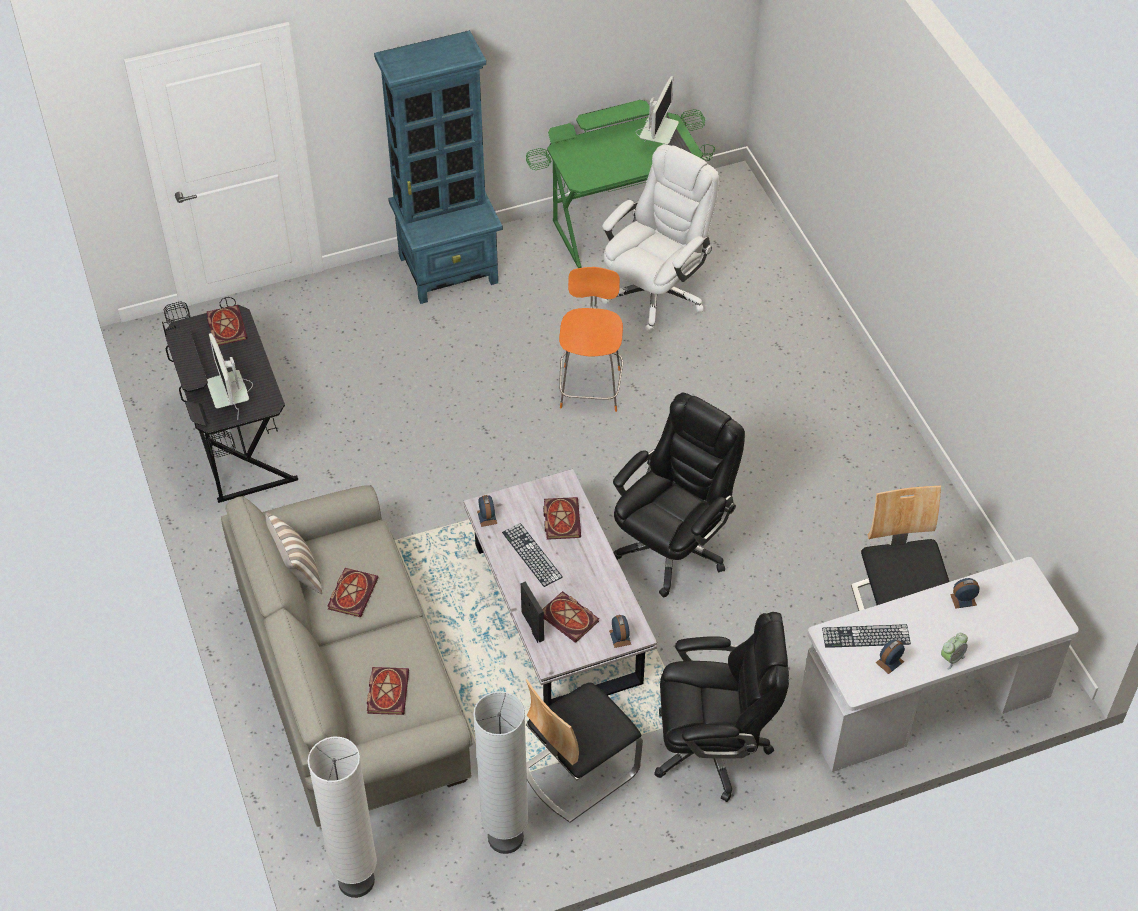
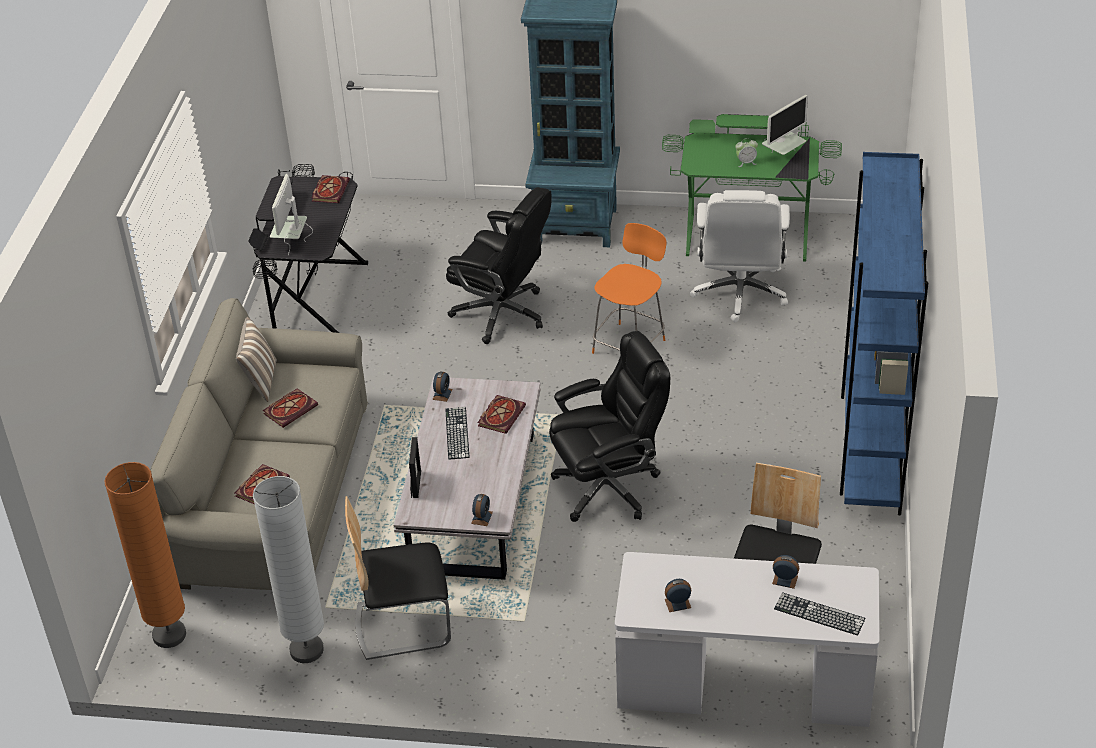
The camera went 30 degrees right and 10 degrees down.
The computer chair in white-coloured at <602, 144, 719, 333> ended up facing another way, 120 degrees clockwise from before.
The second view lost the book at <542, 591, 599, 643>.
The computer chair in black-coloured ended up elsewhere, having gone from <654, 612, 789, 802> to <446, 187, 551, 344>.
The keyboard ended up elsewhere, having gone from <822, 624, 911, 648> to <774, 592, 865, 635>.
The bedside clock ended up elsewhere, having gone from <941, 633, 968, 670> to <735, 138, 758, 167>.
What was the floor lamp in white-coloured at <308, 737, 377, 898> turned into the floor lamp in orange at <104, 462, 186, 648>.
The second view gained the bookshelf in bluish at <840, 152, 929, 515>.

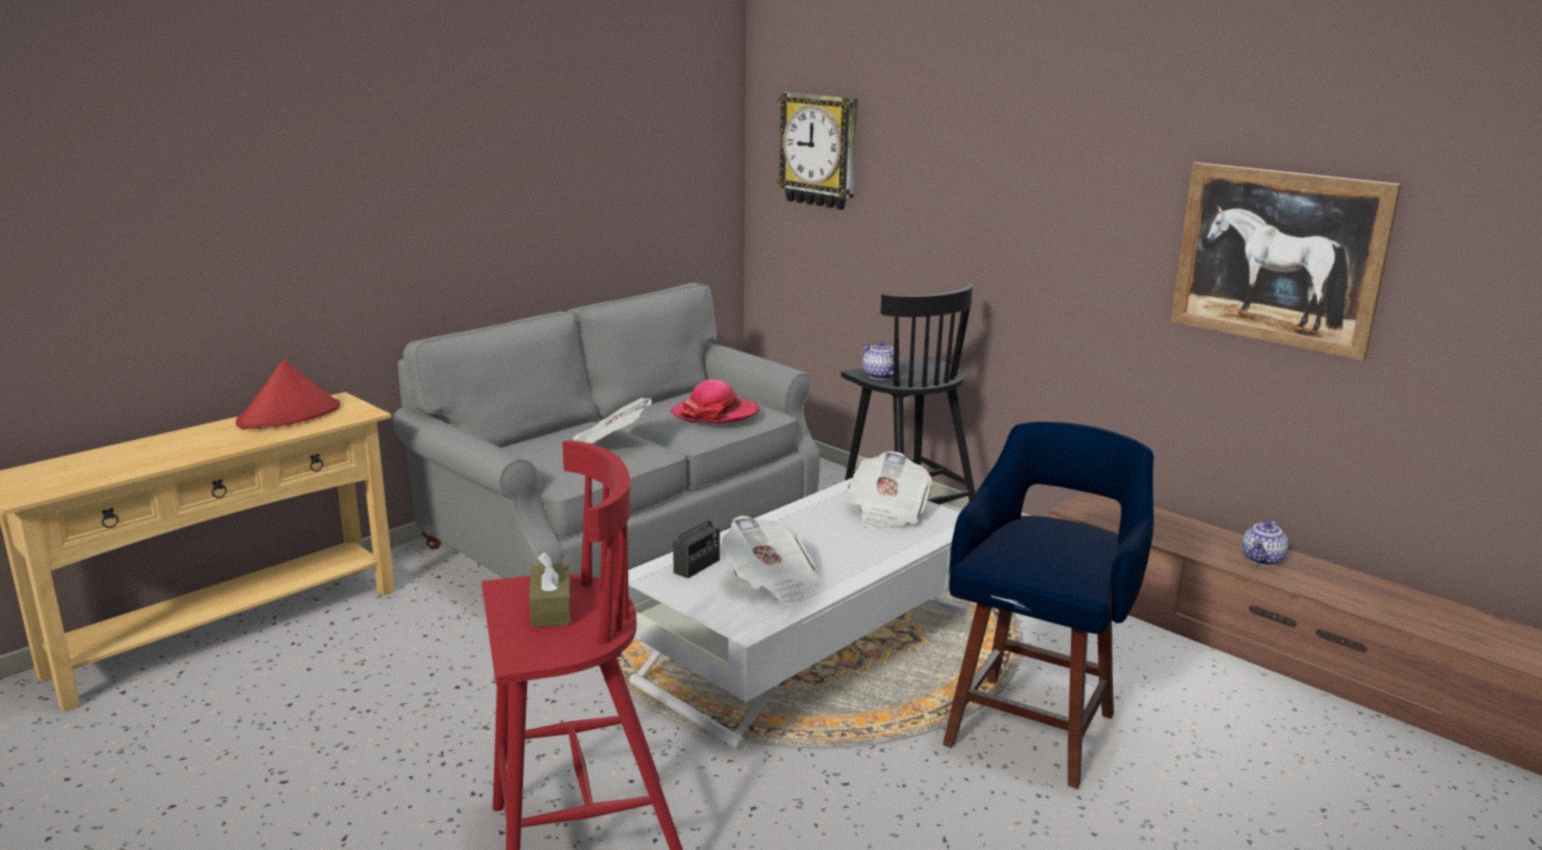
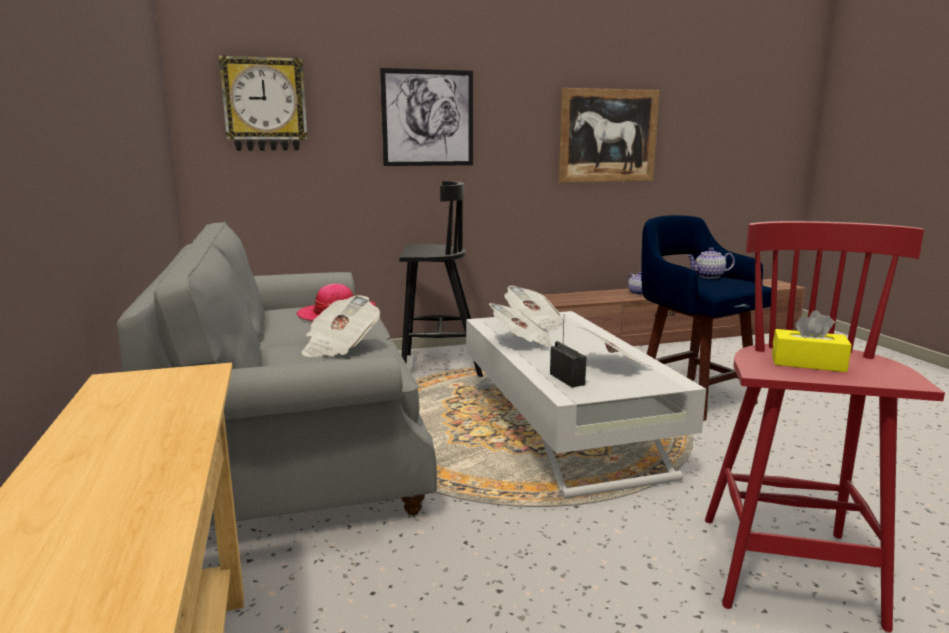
The camera went 60 degrees left and 5 degrees down.
The pot for tea ended up elsewhere, having gone from <863, 341, 901, 380> to <686, 248, 735, 278>.
The second view lost the hat in red-coloured at <236, 359, 340, 429>.
What was the tissue holder in brownish at <529, 552, 571, 628> turned into the tissue holder in yellowish at <772, 310, 852, 372>.
The second view gained the wall art at <380, 68, 473, 166>.
The second view gained the printed paper at <489, 303, 553, 348>.

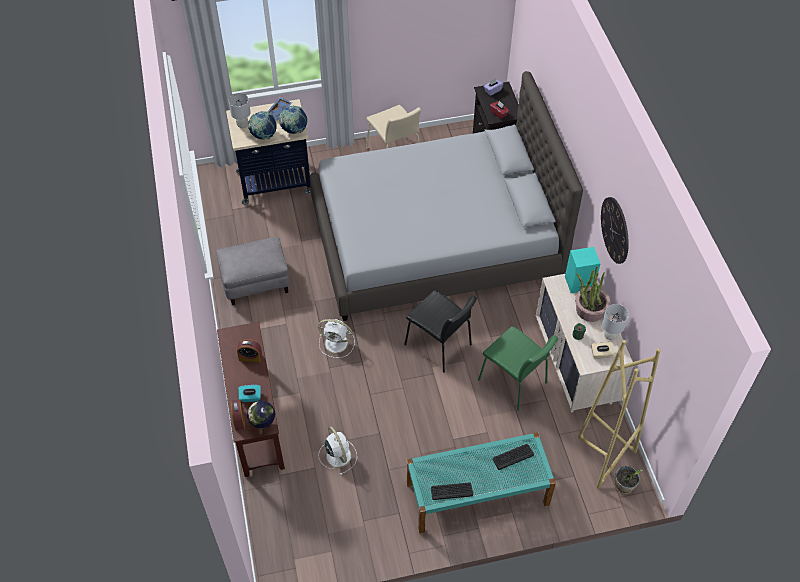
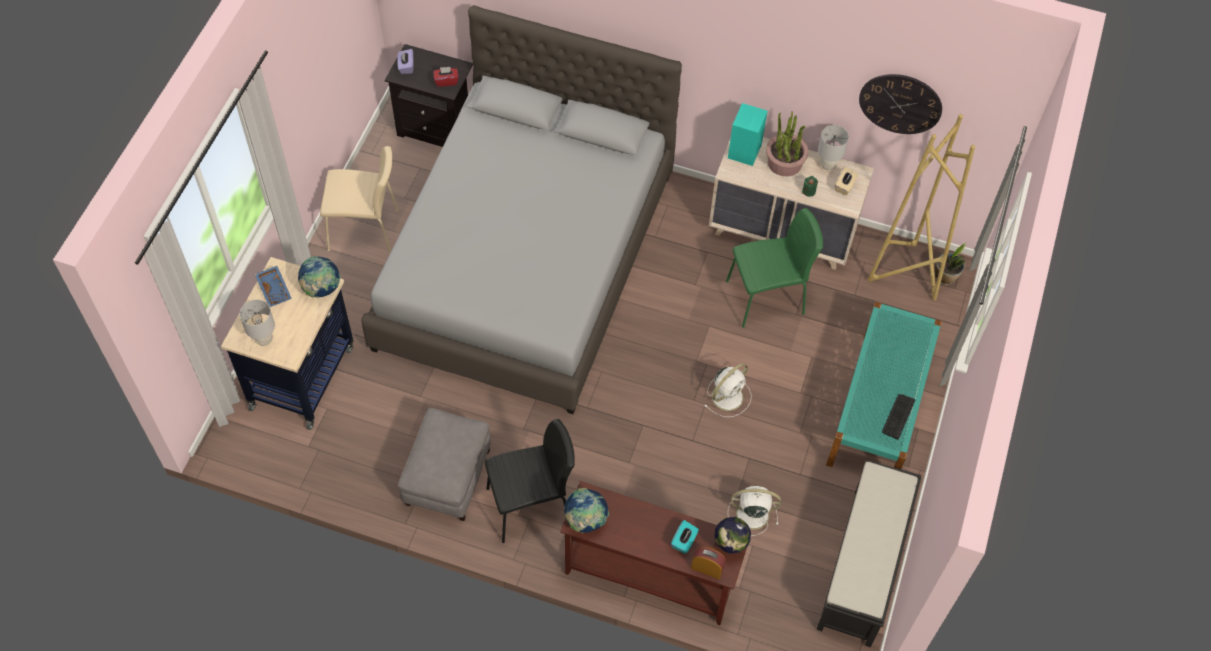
The camera went 60 degrees left and 5 degrees up.
The world globe ended up elsewhere, having gone from <248, 111, 276, 140> to <564, 488, 609, 533>.
The wall clock ended up elsewhere, having gone from <601, 197, 629, 264> to <859, 74, 942, 134>.
The upright chair in black-coloured ended up elsewhere, having gone from <404, 290, 477, 373> to <485, 419, 575, 543>.
The cooling fan in white-coloured ended up elsewhere, having gone from <318, 319, 355, 358> to <704, 363, 752, 417>.
The second view lost the bedside clock at <237, 339, 262, 362>.
The second view lost the keyboard at <493, 444, 534, 470>.
The second view gained the long seat in black-coloured at <817, 460, 921, 647>.

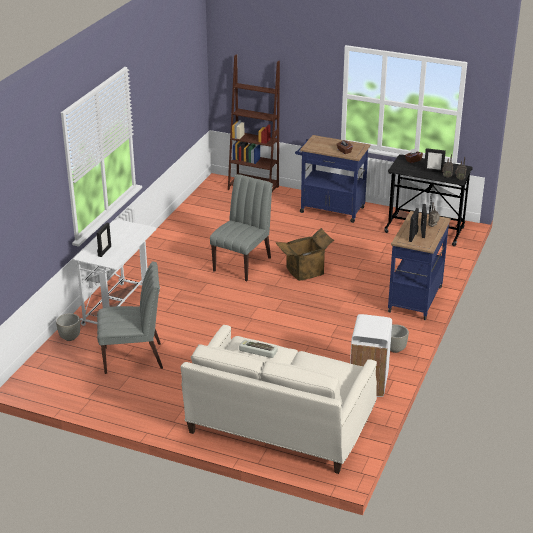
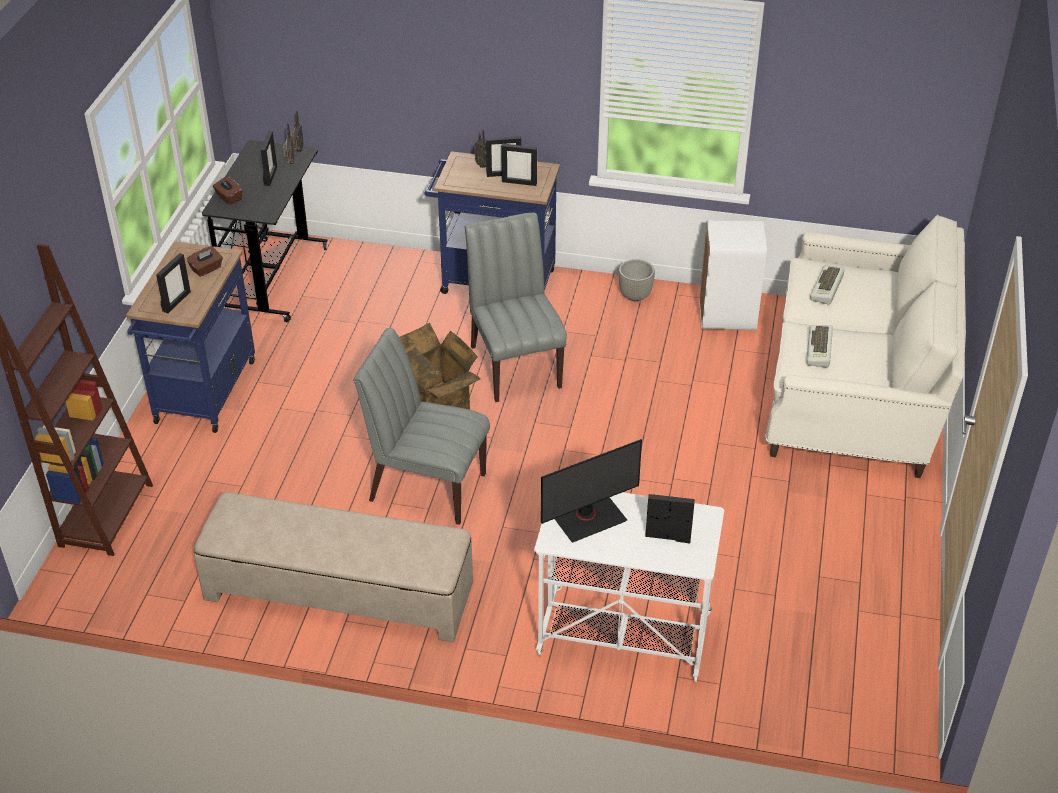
The camera went 100 degrees left and 10 degrees up.
The upright chair in greyish ended up elsewhere, having gone from <97, 261, 163, 374> to <464, 212, 567, 402>.
The second view lost the planter in greyish at <56, 313, 80, 341>.
The second view gained the picture frame at <156, 253, 191, 313>.
The second view gained the keyboard at <810, 265, 845, 305>.
The second view gained the monitor at <541, 439, 642, 542>.
The second view gained the long seat in sand-coloured at <194, 492, 473, 642>.

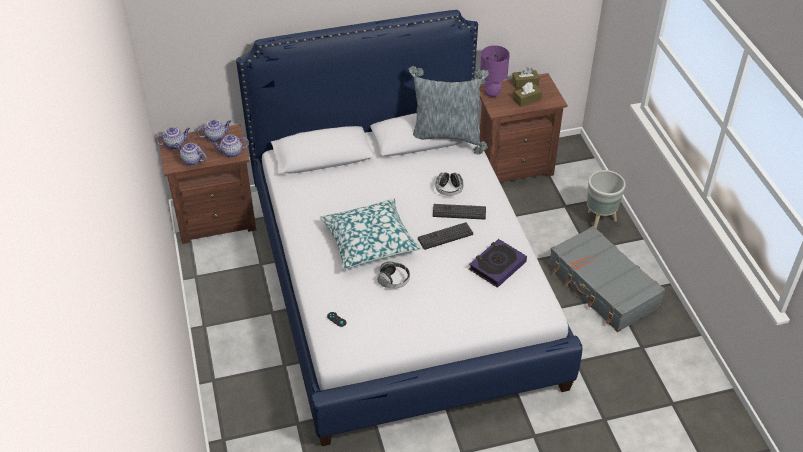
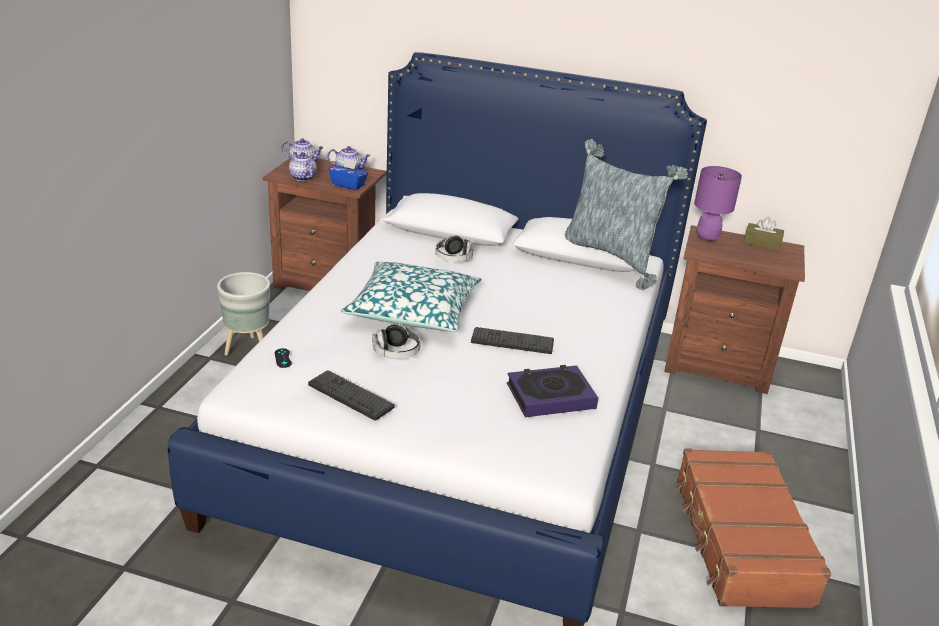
The camera went 30 degrees right and 15 degrees down.
The second view lost the tissue holder in brownish at <513, 82, 542, 107>.
Where the pot for tea stood at <212, 135, 249, 158>, the tissue holder in bluish came to stand at <329, 157, 368, 190>.
The planter in greyish ended up elsewhere, having gone from <587, 170, 626, 229> to <217, 272, 270, 355>.
The pair of headphones ended up elsewhere, having gone from <435, 172, 463, 196> to <435, 235, 474, 262>.
The keyboard ended up elsewhere, having gone from <433, 204, 486, 220> to <308, 370, 394, 421>.
What was the suitcase in greyish at <548, 226, 665, 332> turned into the suitcase in brownish at <674, 448, 831, 608>.

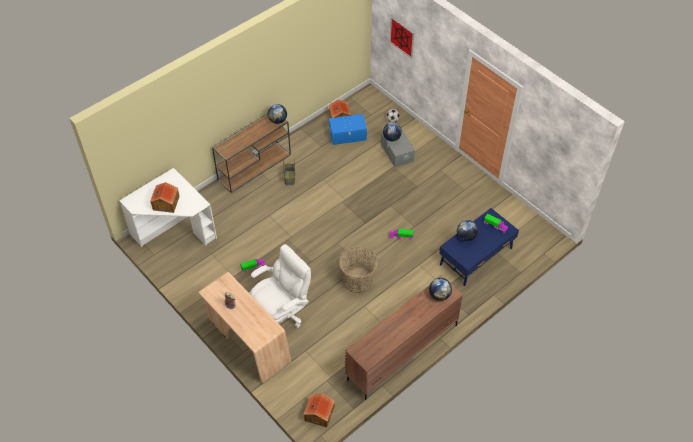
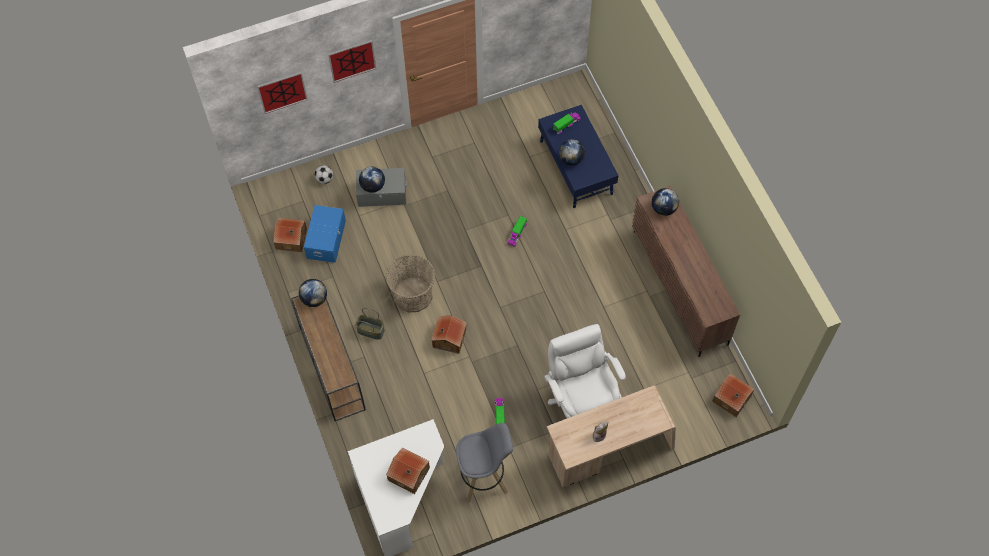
The camera went 70 degrees left and 10 degrees up.
The household basket ended up elsewhere, having gone from <339, 246, 378, 293> to <386, 254, 435, 312>.
The second view gained the wall art at <328, 40, 376, 83>.
The second view gained the toy house at <431, 315, 467, 354>.
The second view gained the stool seat in greyish at <456, 423, 513, 503>.

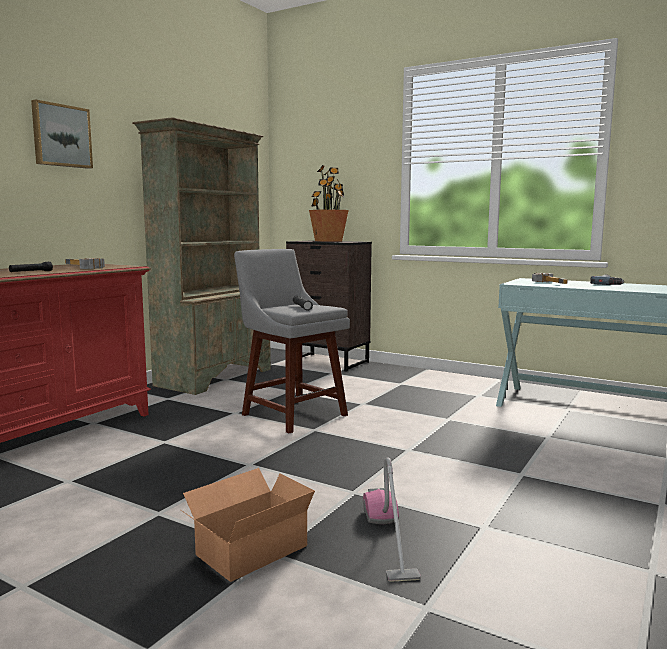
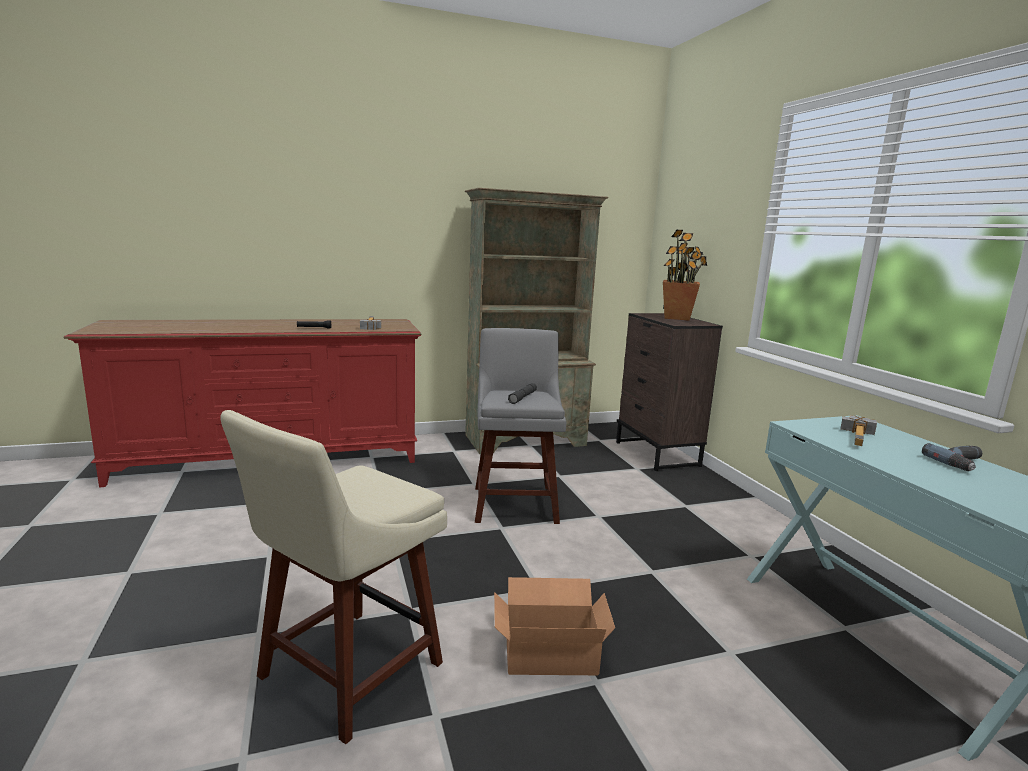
The camera went 40 degrees right and 5 degrees up.
The second view lost the wall art at <31, 100, 93, 169>.
Where the hoover stood at <363, 457, 421, 582>, the stool seat in sand-coloured came to stand at <220, 410, 447, 744>.
The carton ended up elsewhere, having gone from <181, 468, 315, 582> to <494, 577, 615, 675>.

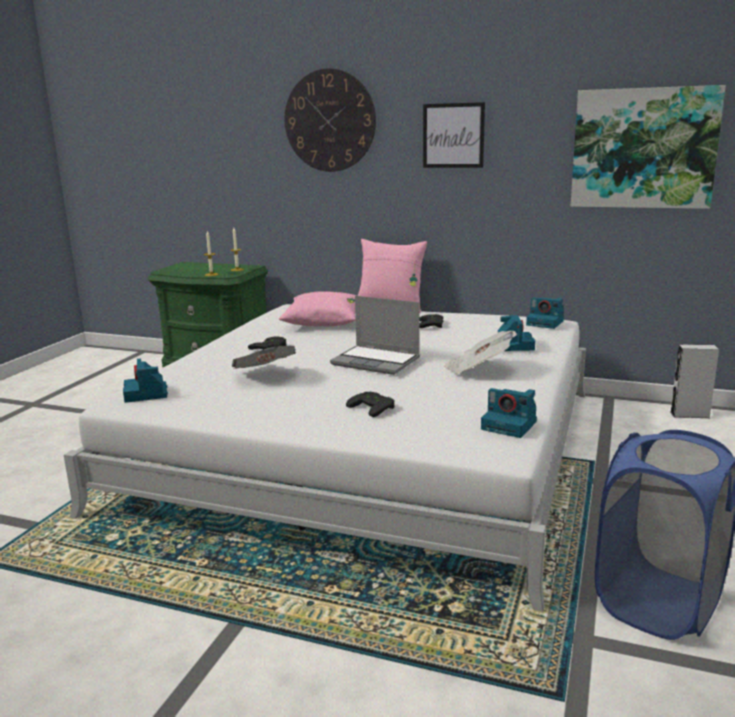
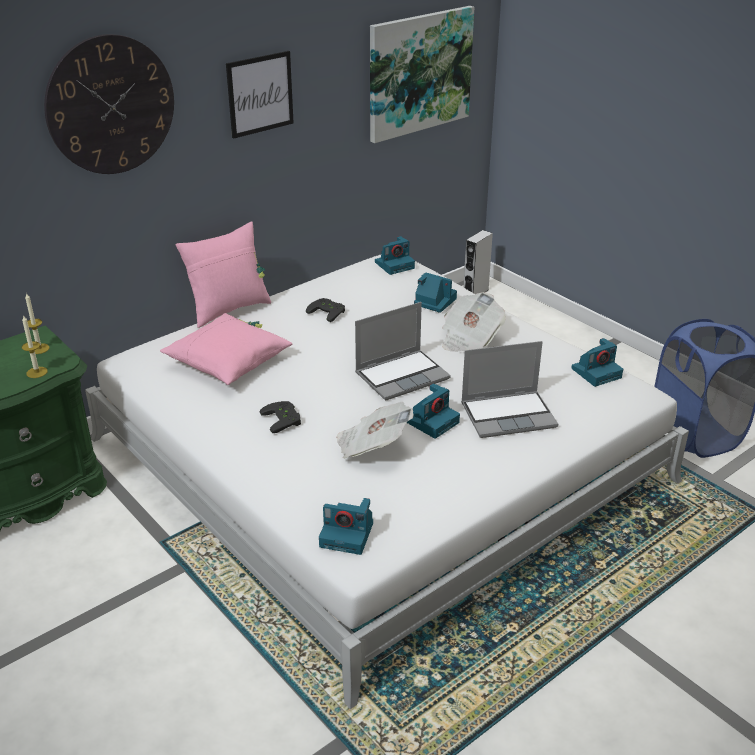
The camera went 60 degrees left and 15 degrees up.
Where the gamepad in black-coloured stood at <346, 392, 395, 417>, the notebook computer came to stand at <461, 341, 558, 438>.
The second view gained the still camera at <407, 384, 460, 439>.

